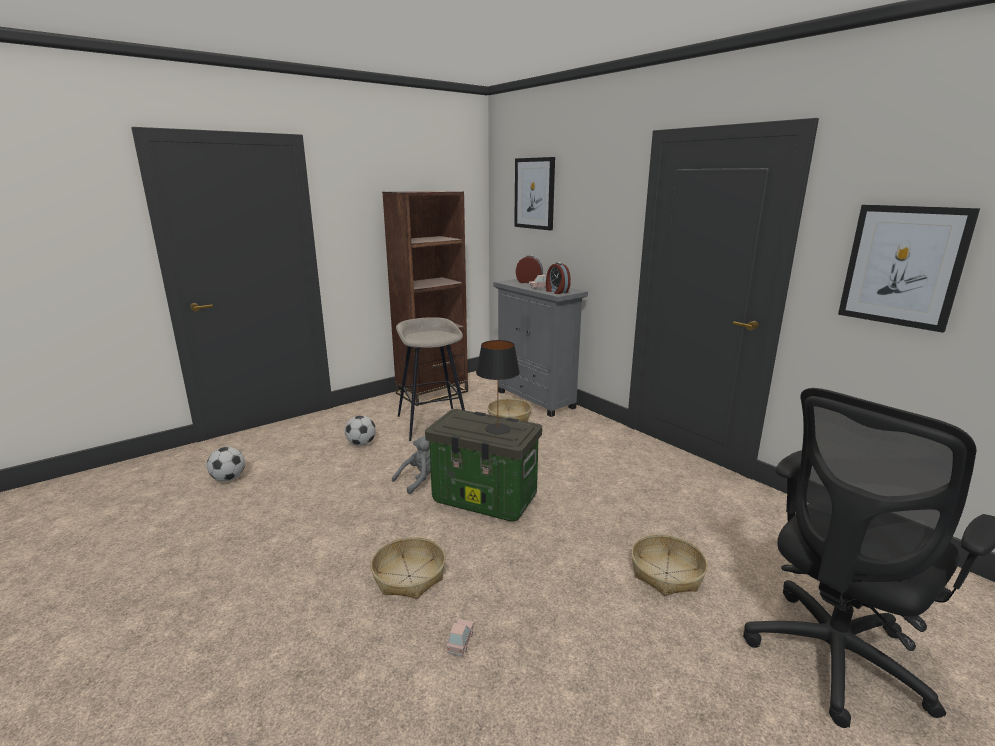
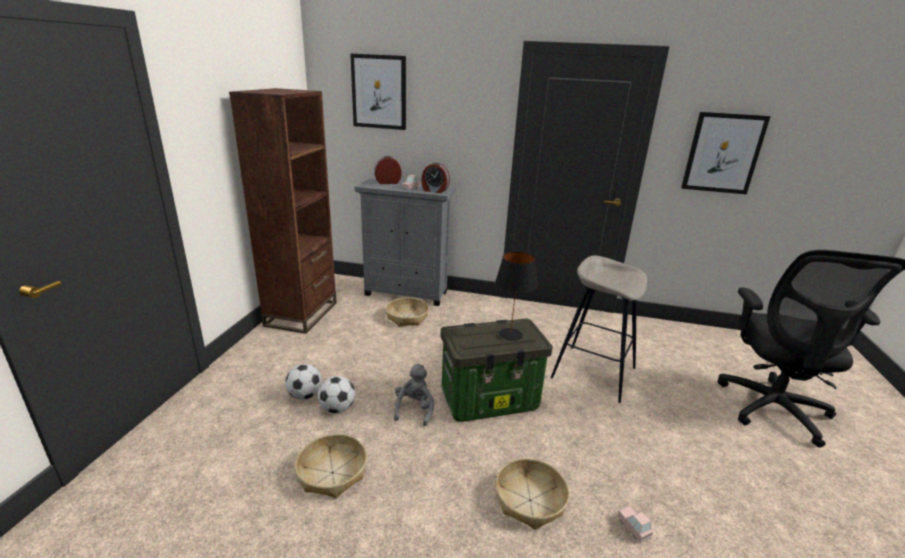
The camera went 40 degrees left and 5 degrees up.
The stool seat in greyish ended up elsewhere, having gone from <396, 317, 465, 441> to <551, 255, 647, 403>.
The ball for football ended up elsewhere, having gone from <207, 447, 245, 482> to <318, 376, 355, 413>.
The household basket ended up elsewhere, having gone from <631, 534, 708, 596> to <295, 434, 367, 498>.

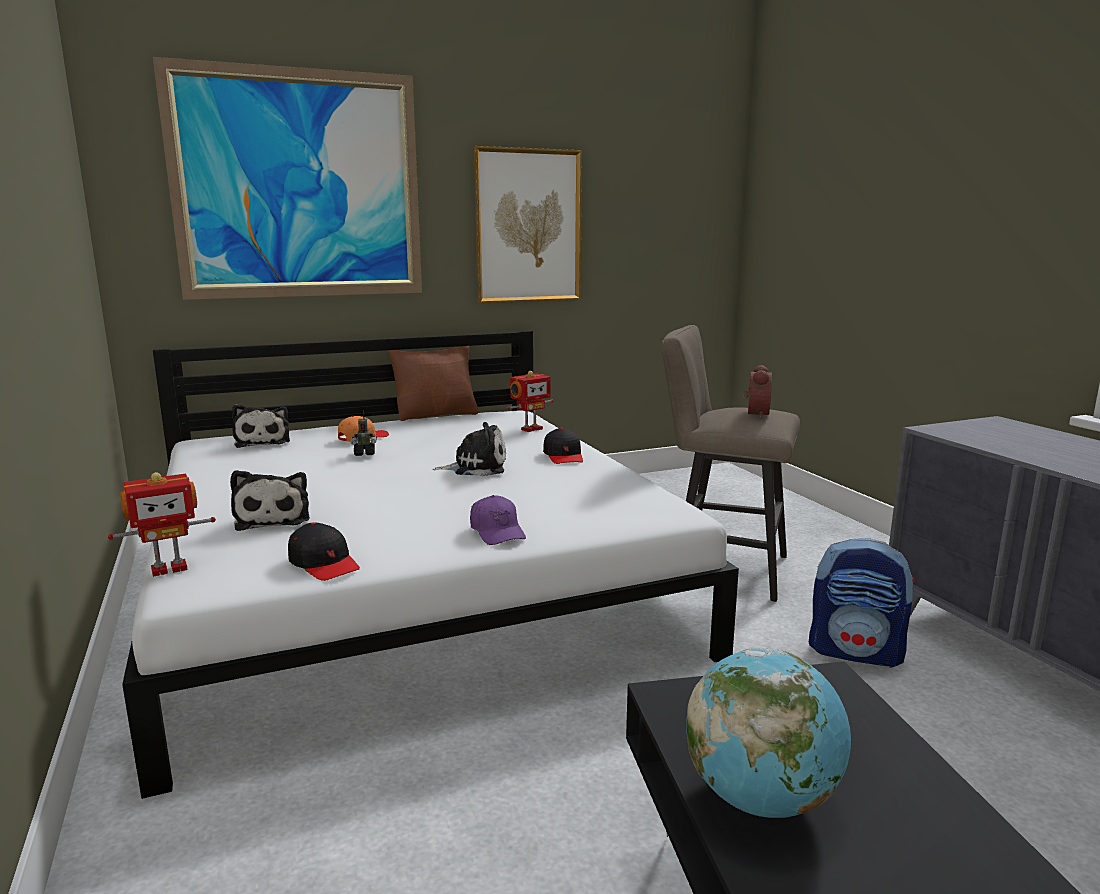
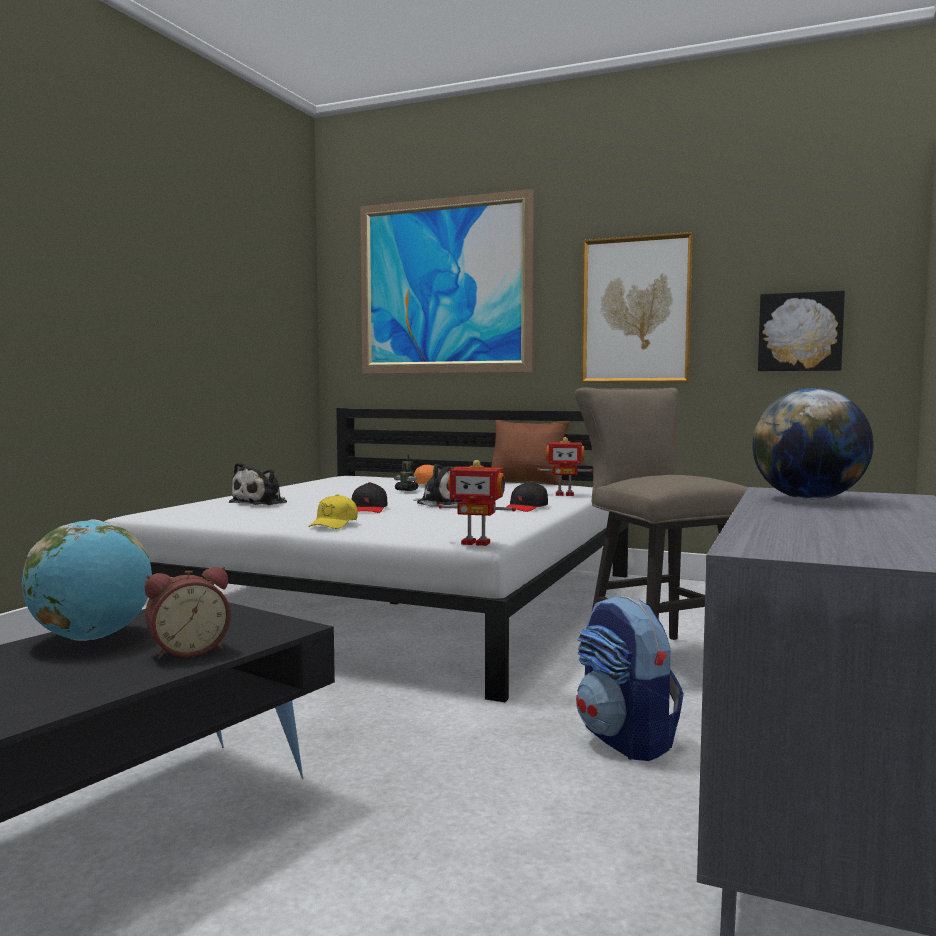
The camera went 45 degrees right and 10 degrees down.
The bedside clock ended up elsewhere, having gone from <743, 365, 772, 418> to <145, 567, 231, 659>.
The second view lost the cuddly toy at <232, 404, 290, 448>.
The model robot ended up elsewhere, having gone from <108, 472, 216, 577> to <438, 460, 516, 546>.
What was the peaked cap in purplish at <470, 495, 526, 545> turned into the peaked cap in yellowish at <308, 494, 358, 529>.
The peaked cap in black-coloured ended up elsewhere, having gone from <288, 522, 360, 581> to <352, 482, 388, 513>.
The second view gained the wall art at <758, 290, 845, 371>.
The second view gained the world globe at <752, 388, 873, 500>.

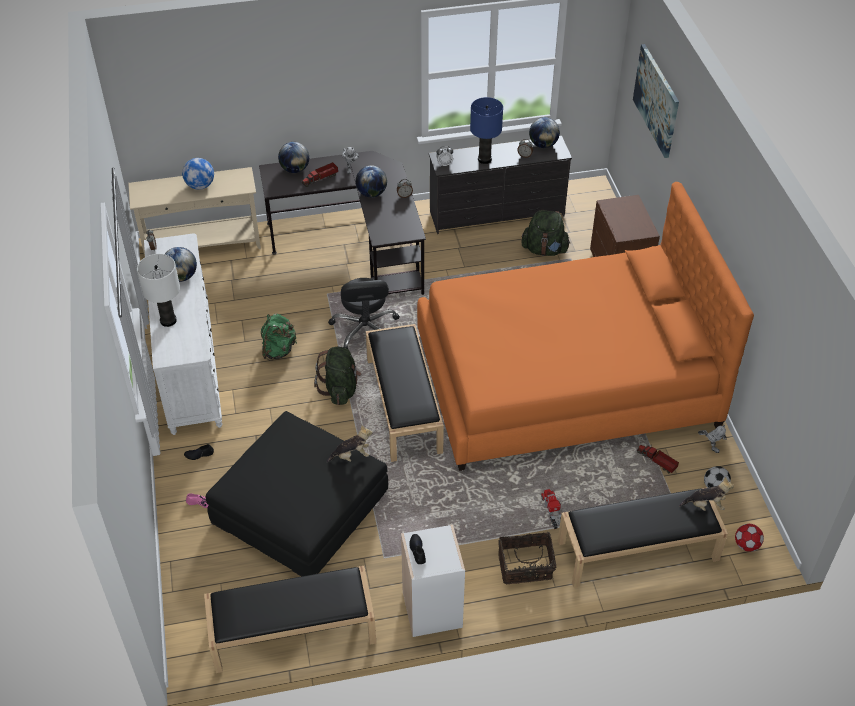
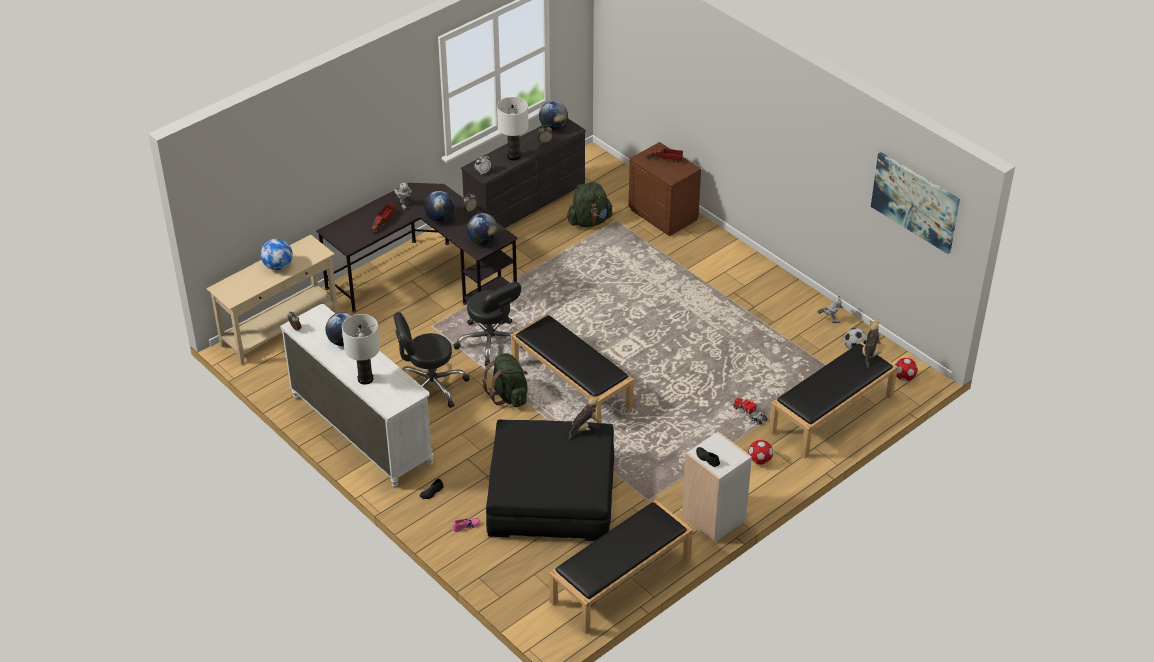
The camera went 30 degrees left and 5 degrees down.
The wall art ended up elsewhere, having gone from <633, 44, 679, 158> to <871, 152, 960, 254>.
What was the tabletop lamp in bluish at <470, 97, 503, 164> turned into the tabletop lamp in white-coloured at <497, 97, 528, 160>.
The world globe ended up elsewhere, having gone from <278, 142, 309, 173> to <467, 213, 498, 245>.
The second view lost the bedroom bed in orange at <417, 182, 754, 471>.
Where the rucksack in greenish stood at <261, 314, 297, 361>, the computer chair in black-coloured came to stand at <394, 312, 470, 408>.
The toy lorry ended up elsewhere, having gone from <637, 445, 679, 473> to <646, 148, 683, 163>.
The cuddly toy at <679, 477, 734, 511> ended up facing another way, 45 degrees counterclockwise from before.
Where the household basket stood at <498, 532, 556, 584>, the ball for football came to stand at <748, 440, 773, 465>.

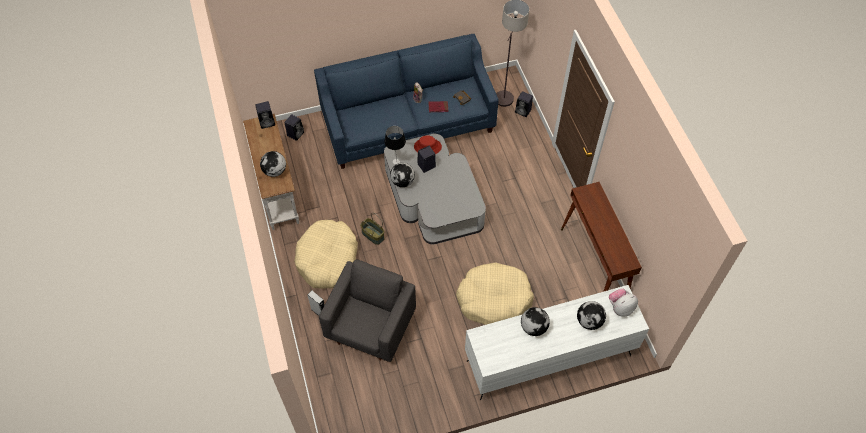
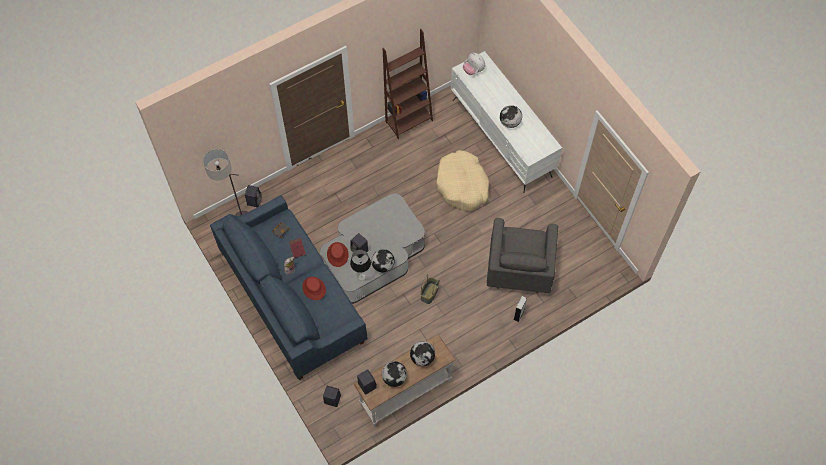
The camera went 105 degrees left and 5 degrees up.
Where the narrow table in brownish stood at <561, 182, 642, 292>, the bookshelf in brownish came to stand at <383, 29, 433, 139>.
The second view lost the pet bed in sand-coloured at <294, 220, 358, 289>.
The armchair in greyish at <319, 259, 416, 362> ended up facing another way, 90 degrees counterclockwise from before.
The world globe ended up elsewhere, having gone from <577, 301, 606, 330> to <382, 361, 407, 387>.
The second view gained the hat in red-coloured at <302, 277, 326, 300>.

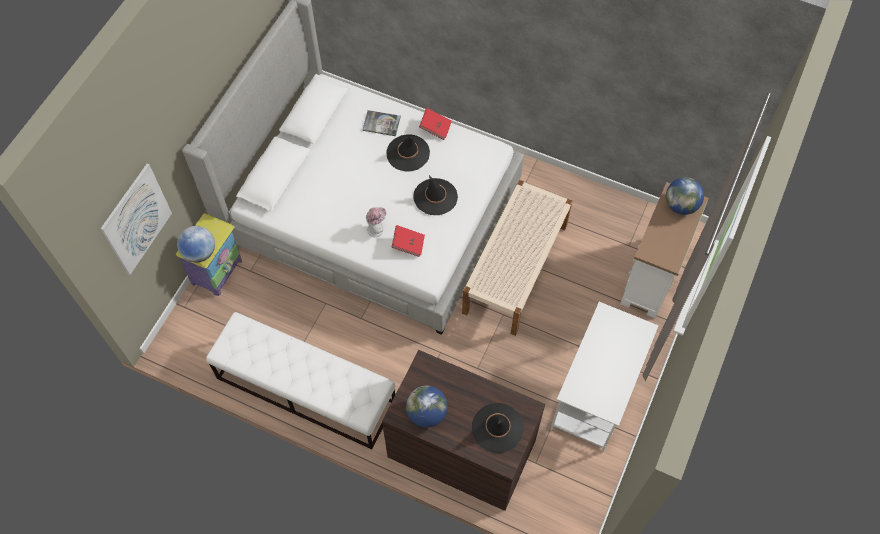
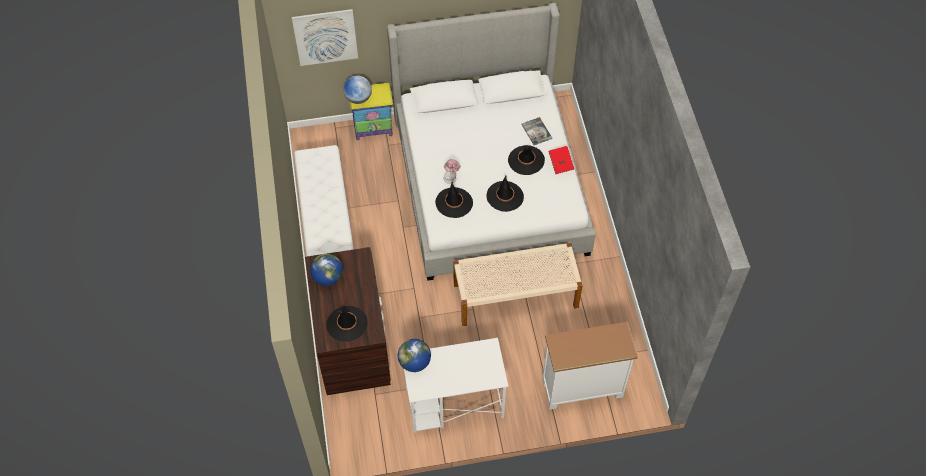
The camera went 55 degrees right and 5 degrees down.
The world globe ended up elsewhere, having gone from <666, 177, 704, 215> to <398, 339, 431, 372>.
Where the book in red-coloured stood at <392, 225, 425, 257>, the hat in black-coloured came to stand at <435, 182, 473, 218>.

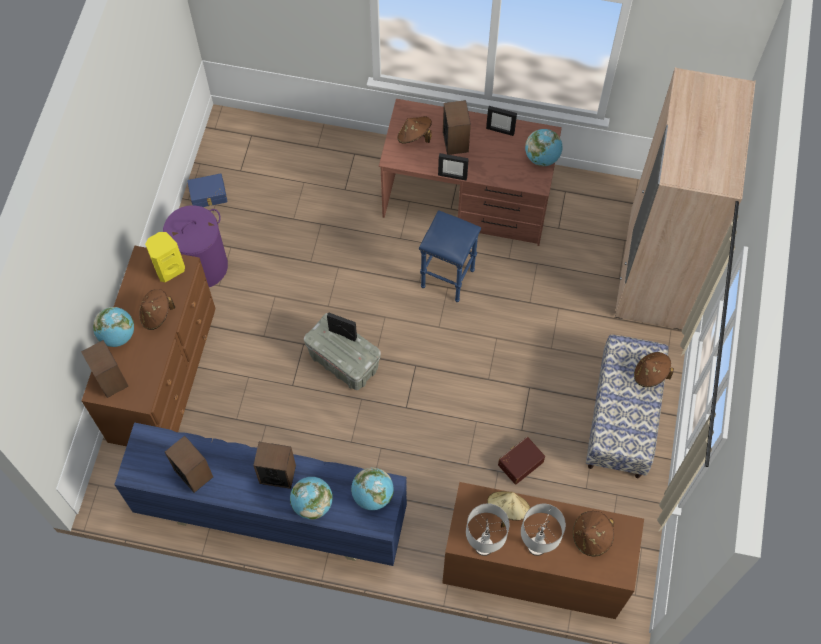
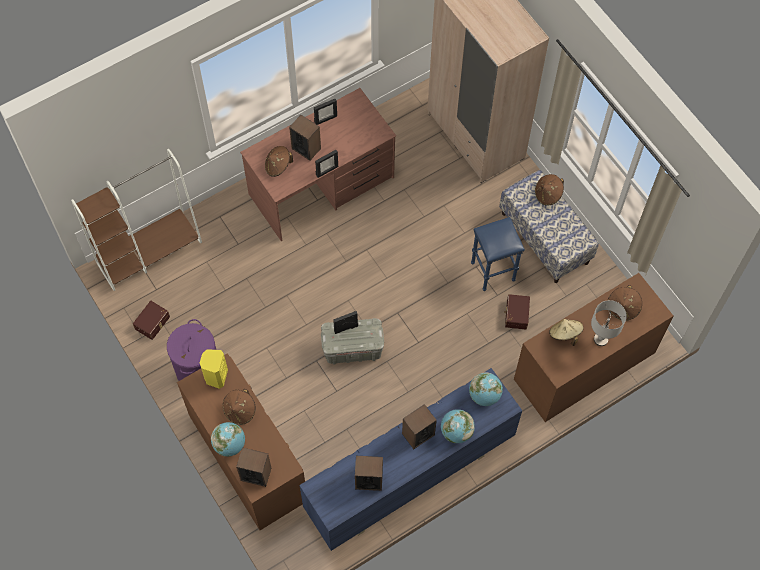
The camera went 45 degrees left and 0 degrees up.
The second view lost the world globe at <525, 129, 562, 166>.
What was the storage container in bluish at <187, 173, 228, 207> turned into the storage container in brownish at <133, 301, 170, 340>.
The stool seat in bluish ended up elsewhere, having gone from <419, 210, 481, 302> to <471, 217, 525, 291>.
The second view lost the tabletop lamp in greyish at <466, 503, 509, 556>.
The second view gained the garment stand in brownish at <71, 149, 202, 291>.

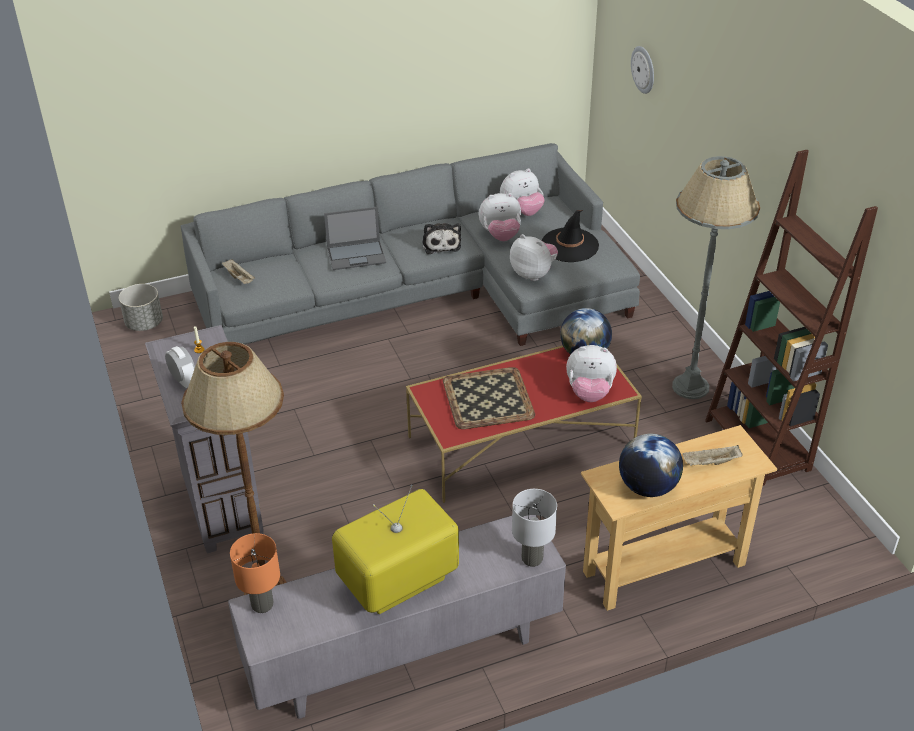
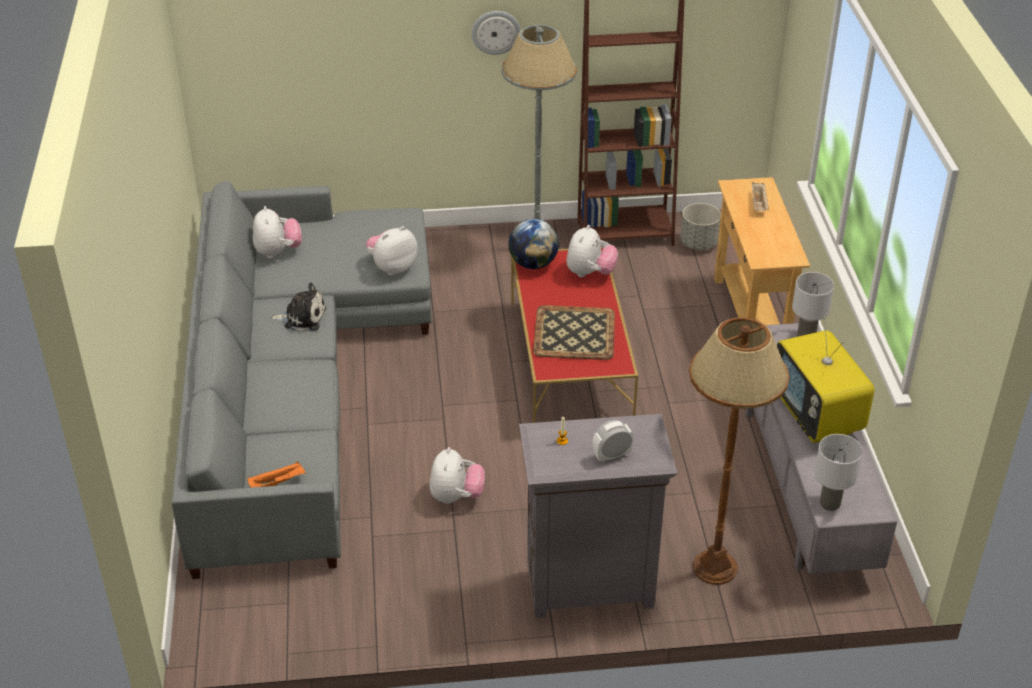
The camera went 75 degrees left and 0 degrees up.
The wall clock ended up elsewhere, having gone from <631, 46, 654, 94> to <472, 11, 521, 55>.
The cuddly toy ended up elsewhere, having gone from <479, 193, 521, 241> to <430, 447, 485, 504>.
The second view lost the notebook computer at <324, 207, 386, 270>.
The second view lost the hat in black-coloured at <542, 210, 599, 262>.
What was the carrying tray in sand-coloured at <222, 260, 255, 284> turned into the carrying tray in orange at <247, 461, 306, 488>.
The planter in greyish ended up elsewhere, having gone from <119, 284, 163, 331> to <680, 203, 721, 250>.
The second view lost the world globe at <619, 434, 683, 497>.
What was the tabletop lamp in orange at <230, 533, 280, 613> turned into the tabletop lamp in white-coloured at <814, 434, 863, 511>.

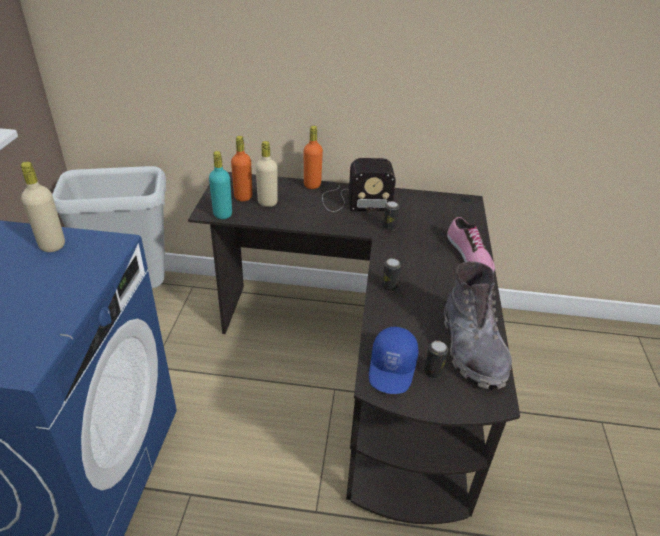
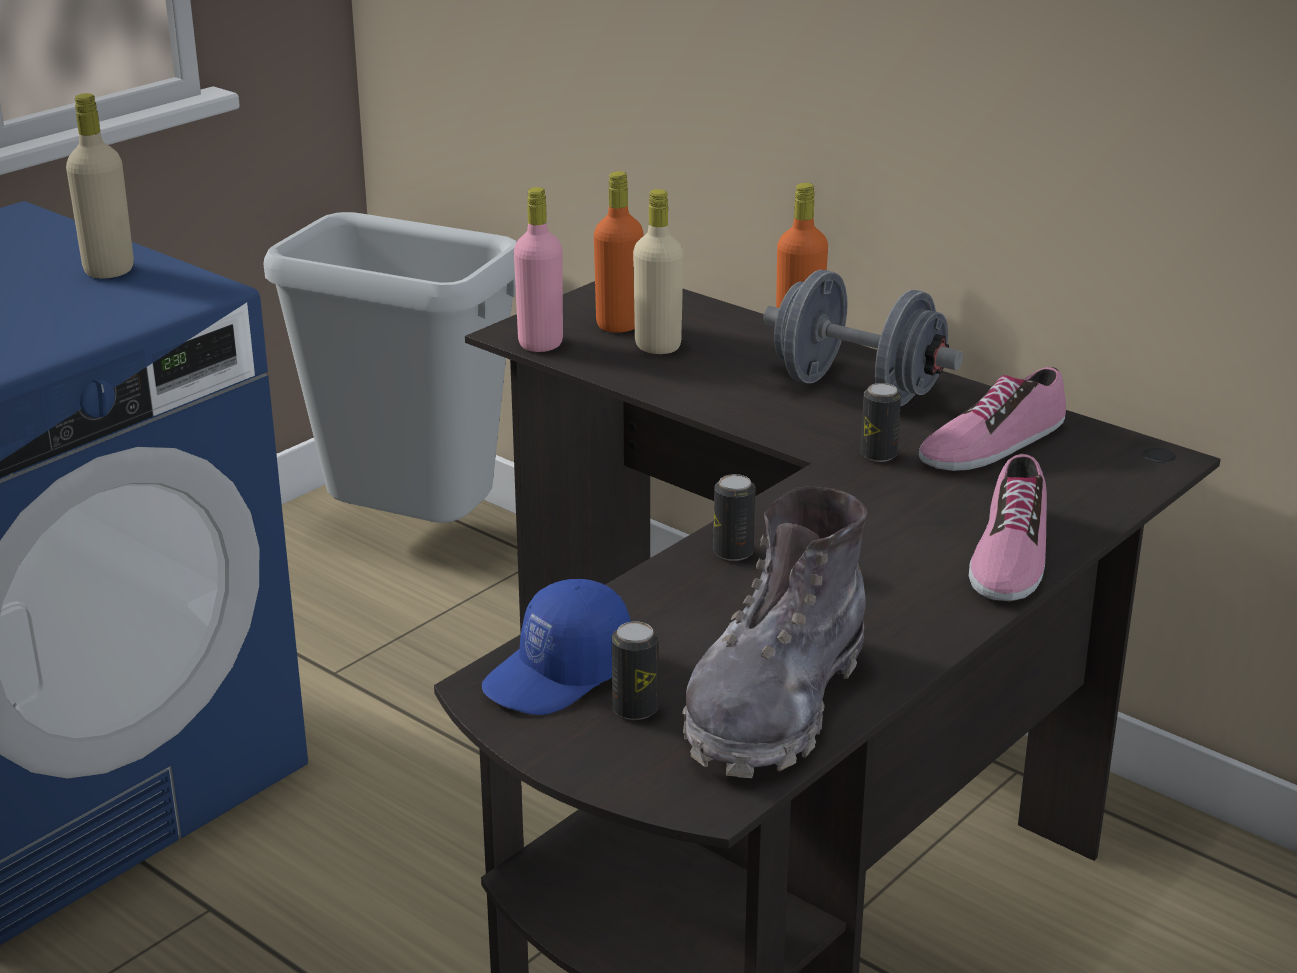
The camera went 35 degrees right and 10 degrees down.
What was the bottle in blue-green at <209, 151, 232, 219> turned into the bottle in pink at <514, 187, 563, 352>.
Where the radio stood at <322, 158, 396, 212>, the dumbbell in greyish came to stand at <763, 270, 963, 406>.
The second view gained the low shoe at <919, 367, 1066, 471>.

